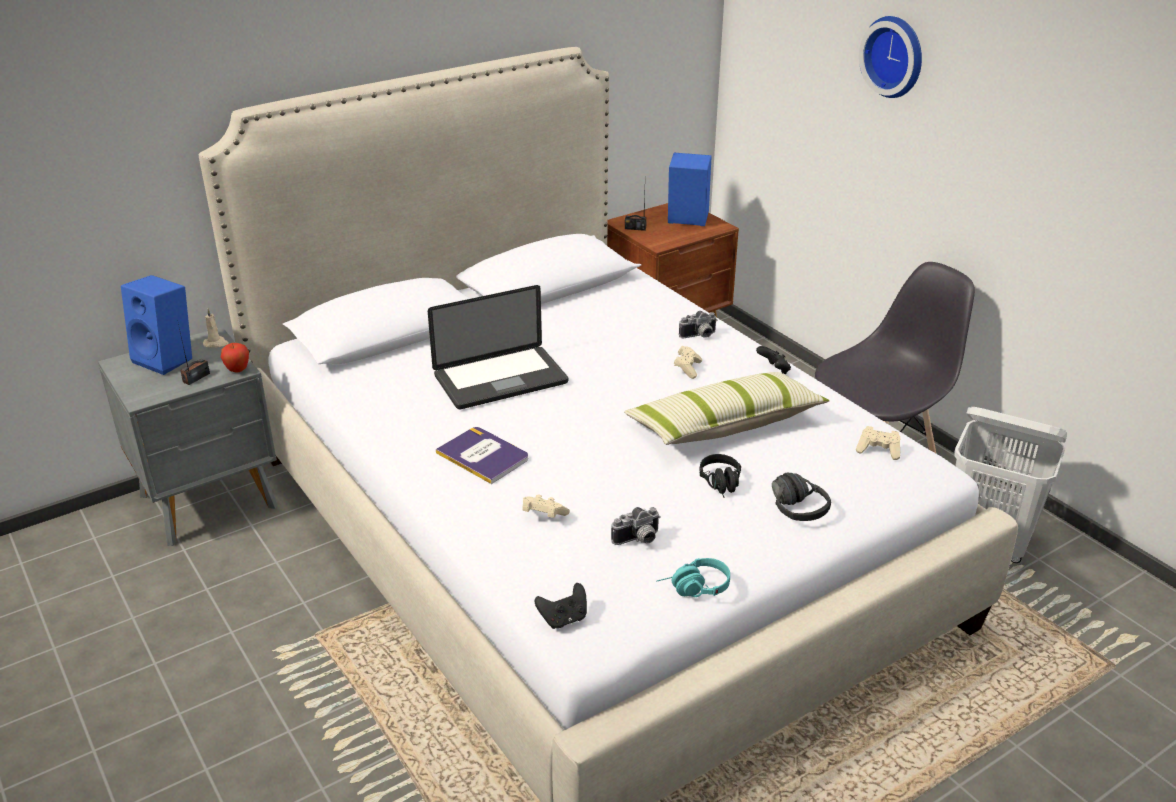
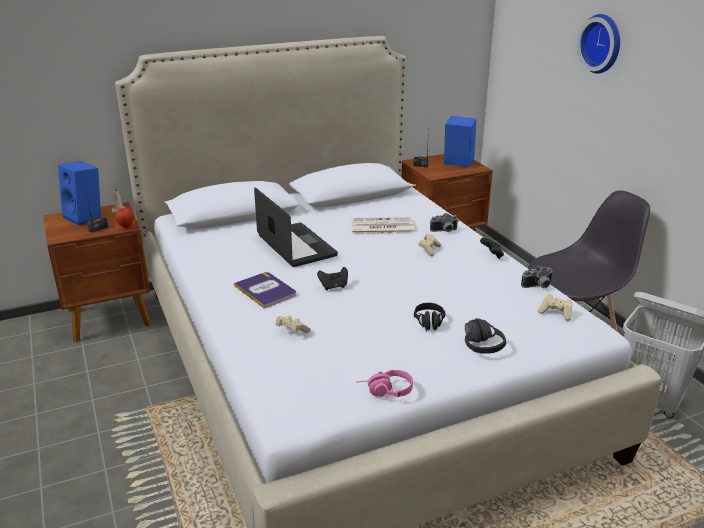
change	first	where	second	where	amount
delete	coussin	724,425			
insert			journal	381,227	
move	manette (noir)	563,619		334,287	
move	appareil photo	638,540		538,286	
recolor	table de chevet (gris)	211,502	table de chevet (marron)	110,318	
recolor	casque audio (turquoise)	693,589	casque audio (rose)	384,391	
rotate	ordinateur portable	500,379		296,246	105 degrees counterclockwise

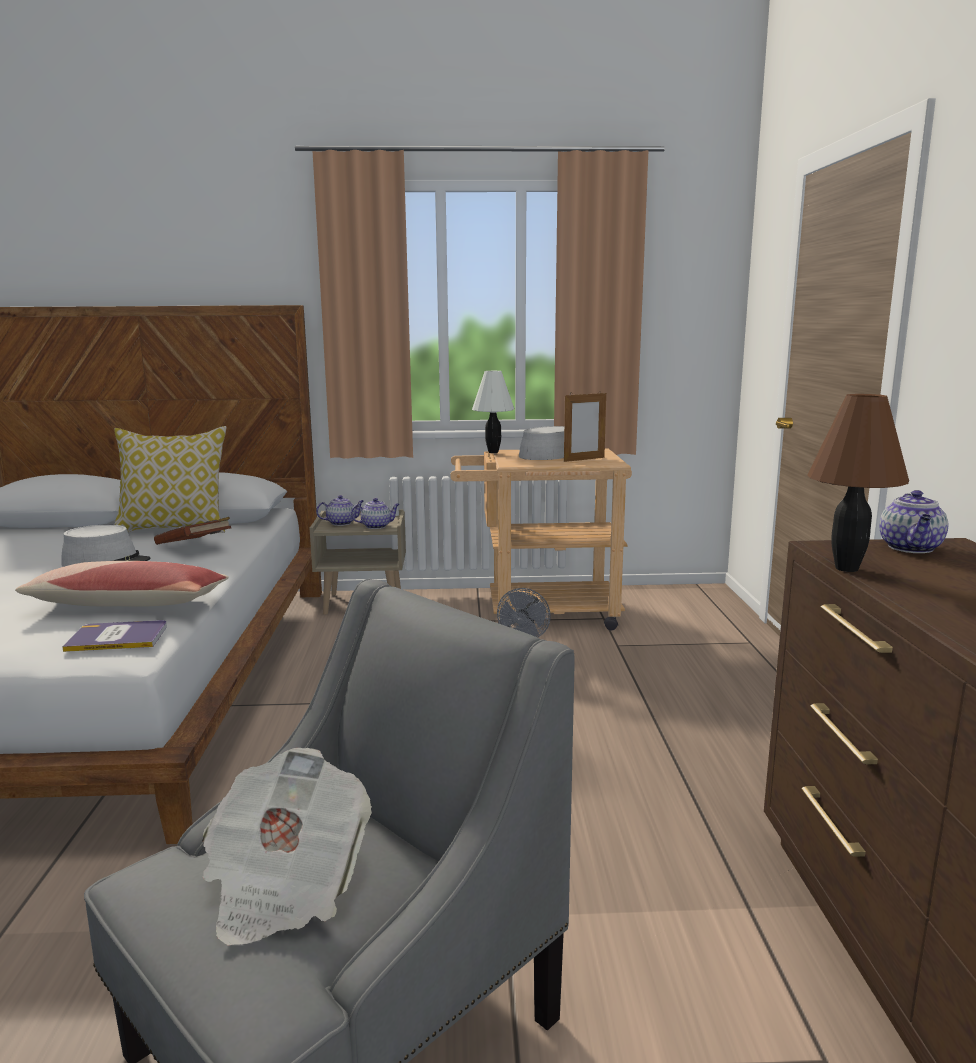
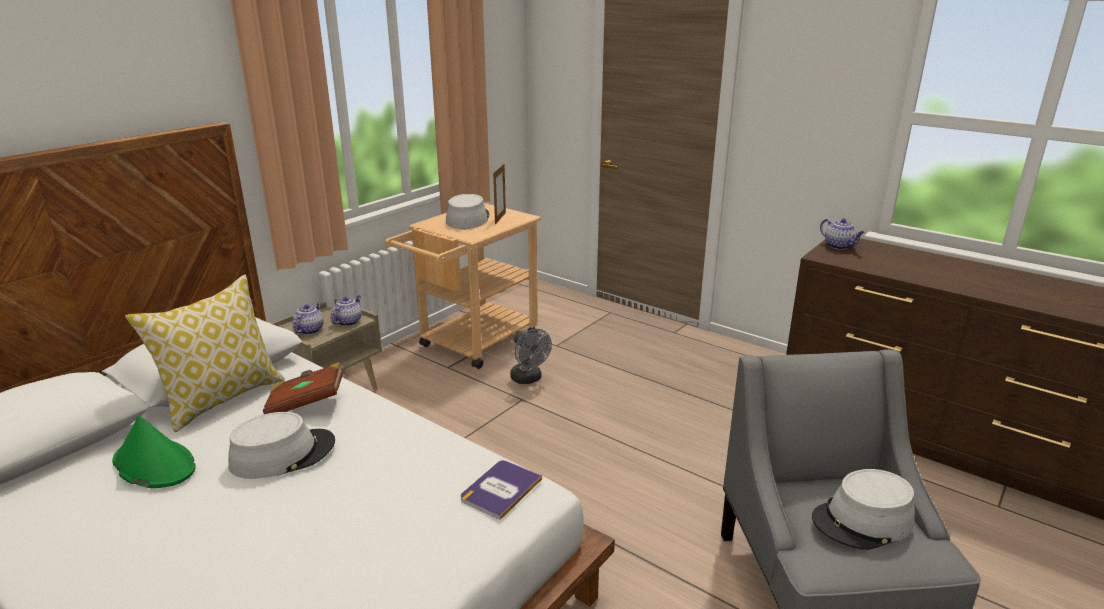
change	first	where	second	where	amount
delete	coussin	128,604			
delete	lampe de table (blanc)	493,452			
delete	lampe de table (marron)	846,568			
insert			chapeau (vert)	154,464	
replace	journal	285,882	chapeau (gris)	863,521	

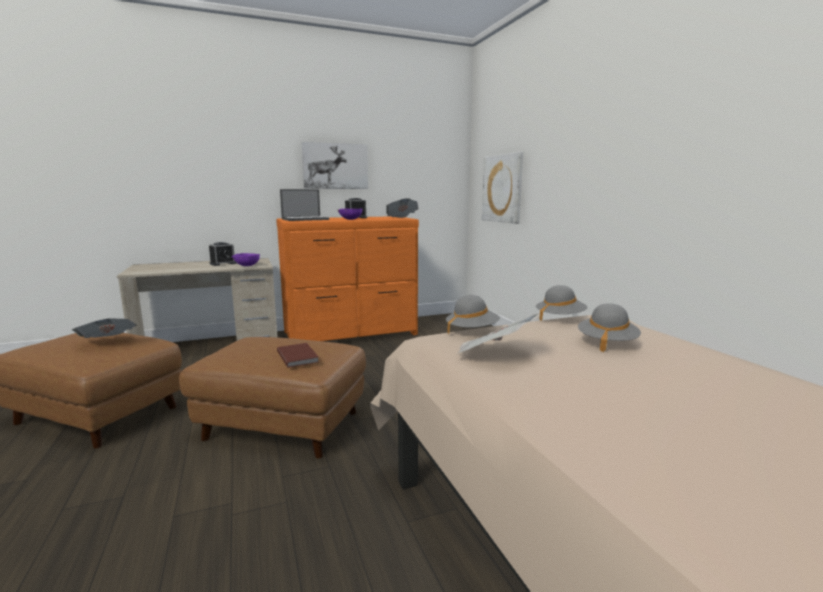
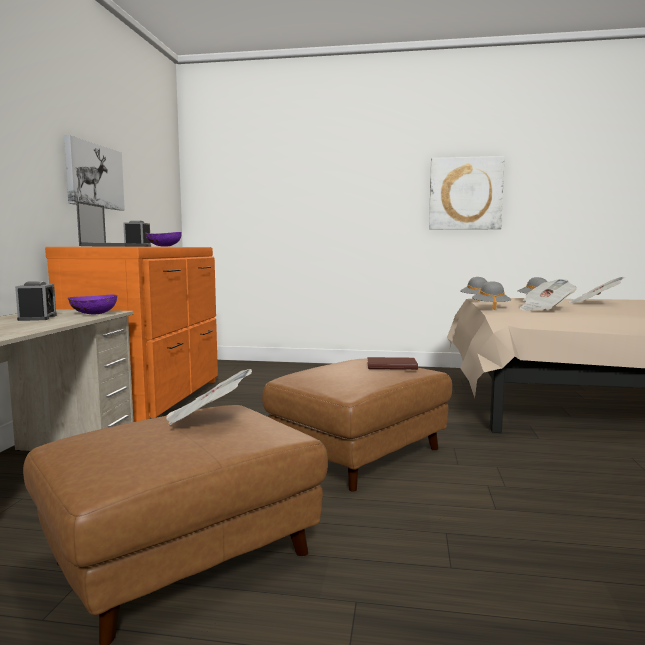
change	first	where	second	where	amount
move	journal	402,218		594,303	
move	tableau	502,188		465,193	

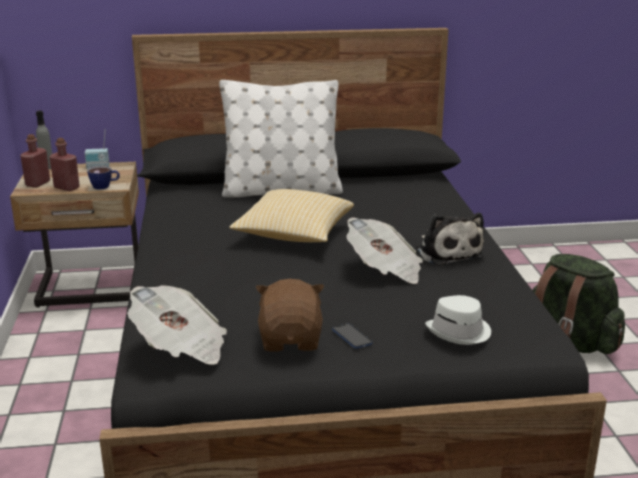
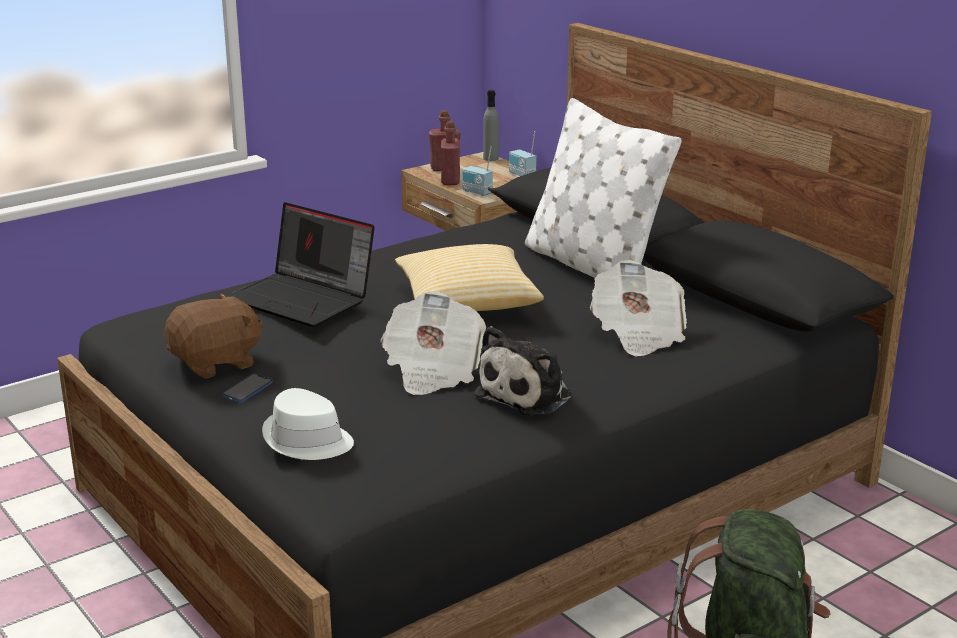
change	first	where	second	where	amount
insert			ordinateur portable	304,299	
move	journal	181,347		637,334	
replace	tasse	105,186	radio	476,192	

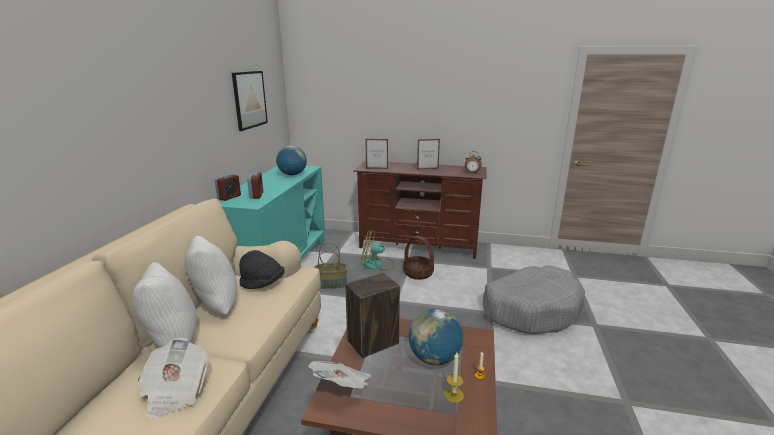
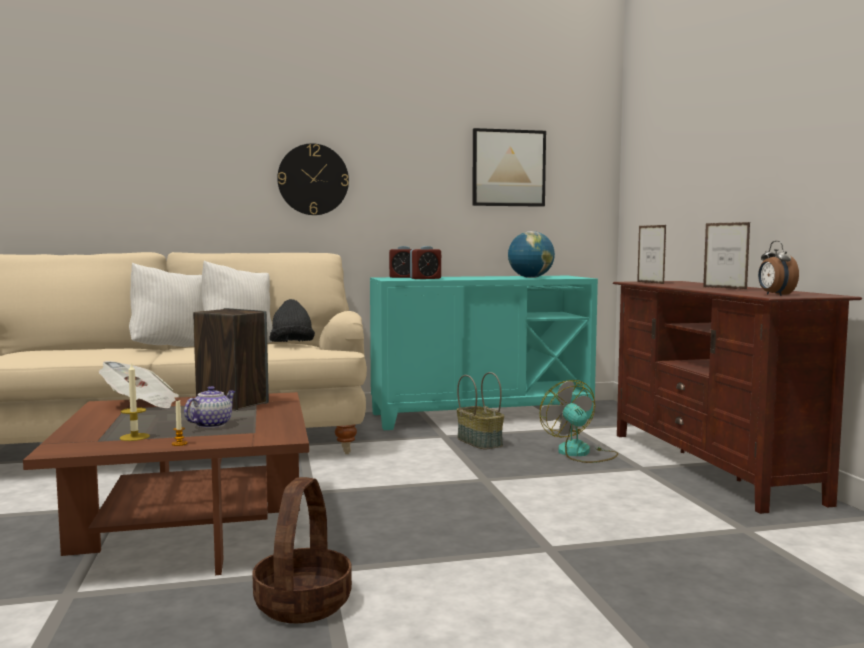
change	first	where	second	where	amount
delete	journal	175,391			
delete	panier pour chien (gris)	531,309			
insert			horloge murale	313,179	
move	panier	418,273		303,604	
replace	globe	434,358	théière	211,425	

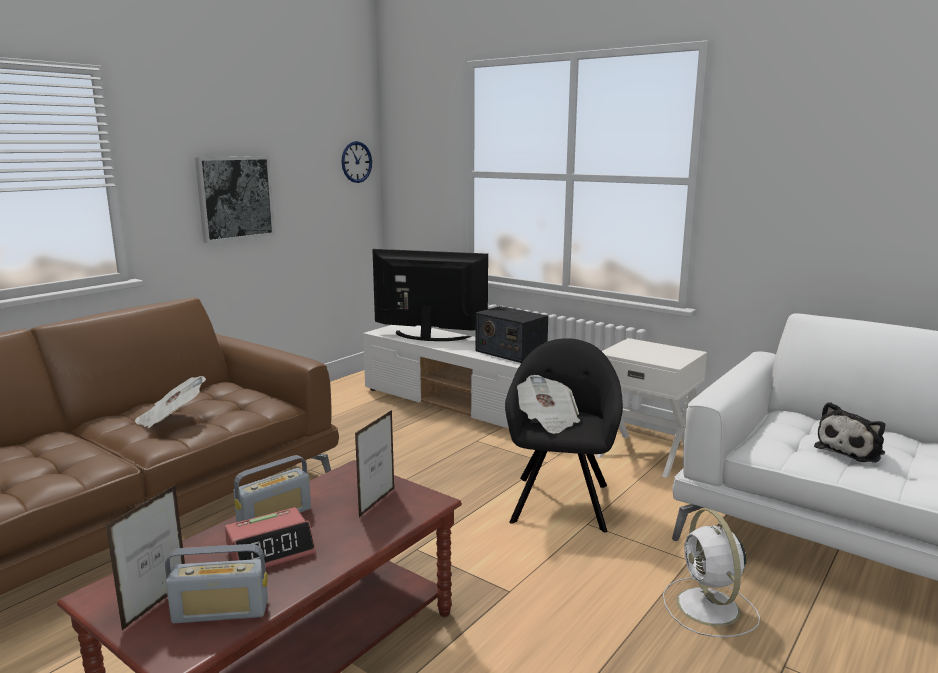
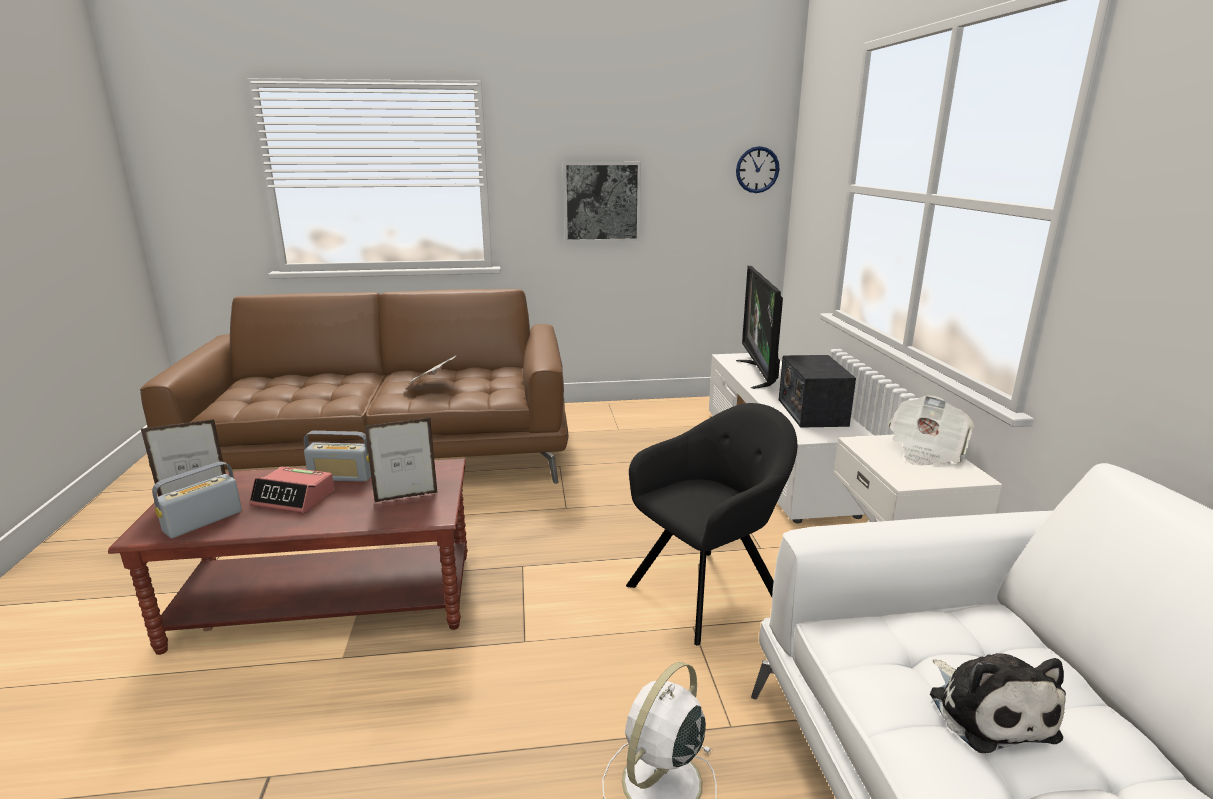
change	first	where	second	where	amount
move	journal	547,420		925,451	
rotate	radio	221,612		203,521	90 degrees clockwise
rotate	téléviseur	428,338		760,374	150 degrees counterclockwise
rotate	peluche	852,450		988,711	105 degrees counterclockwise

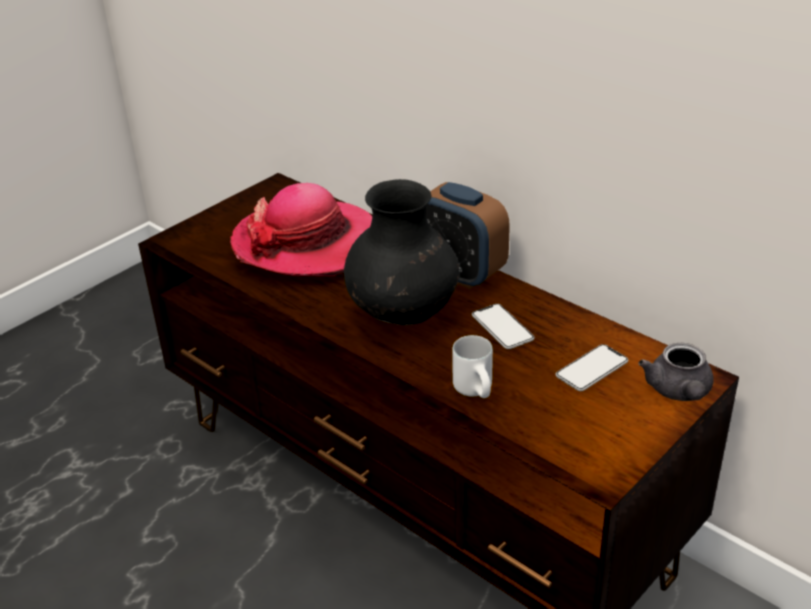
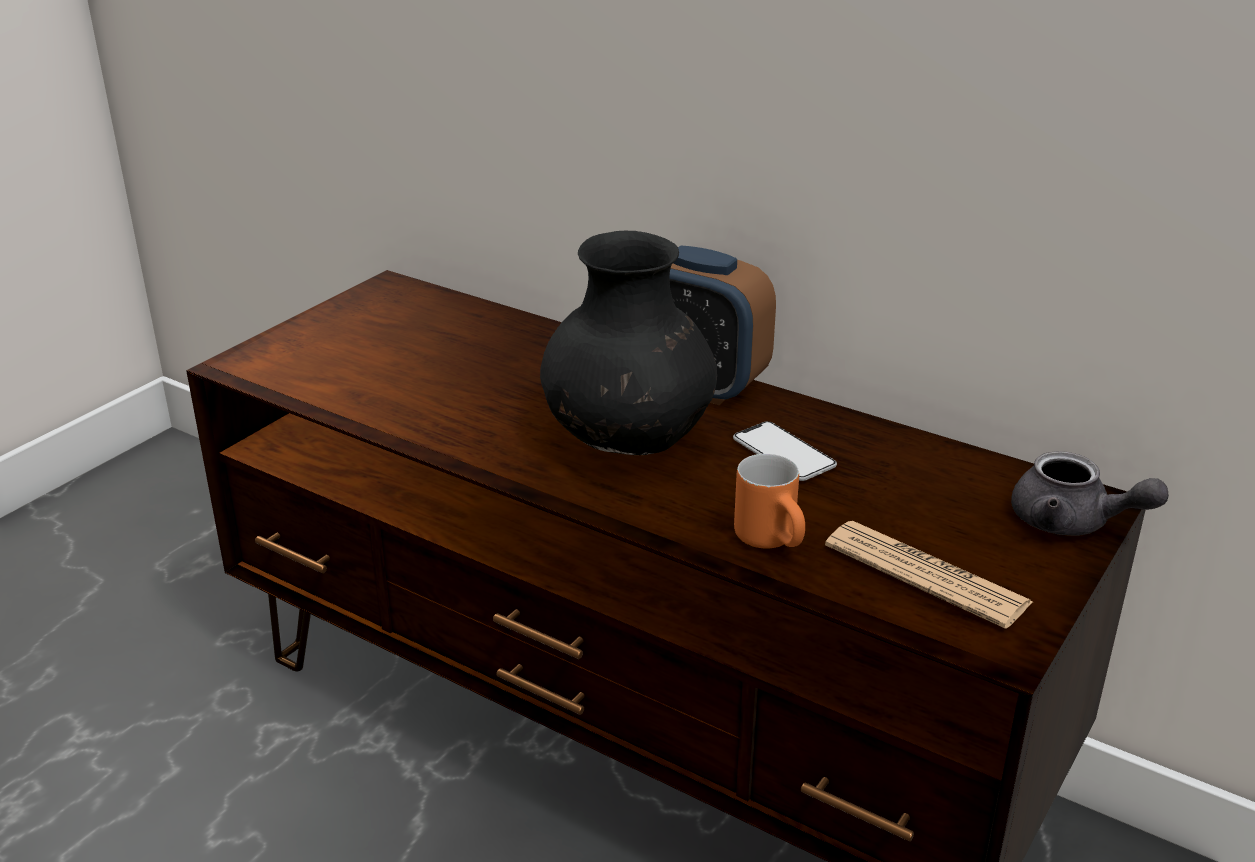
change	first	where	second	where	amount
delete	chapeau	308,244			
delete	téléphone	591,369			
insert			journal	926,575	
recolor	mug (blanc)	478,391	mug (orange)	775,541	
rotate	théière (gris)	679,392		1072,523	45 degrees counterclockwise

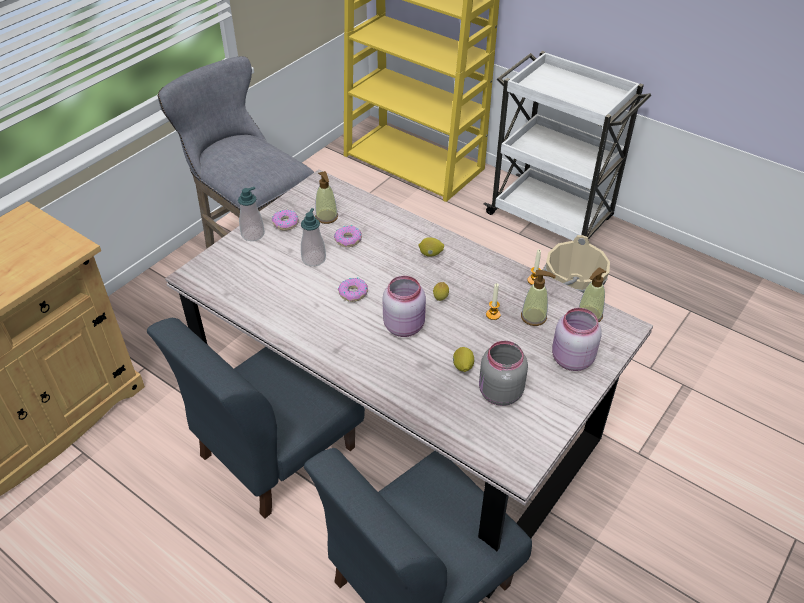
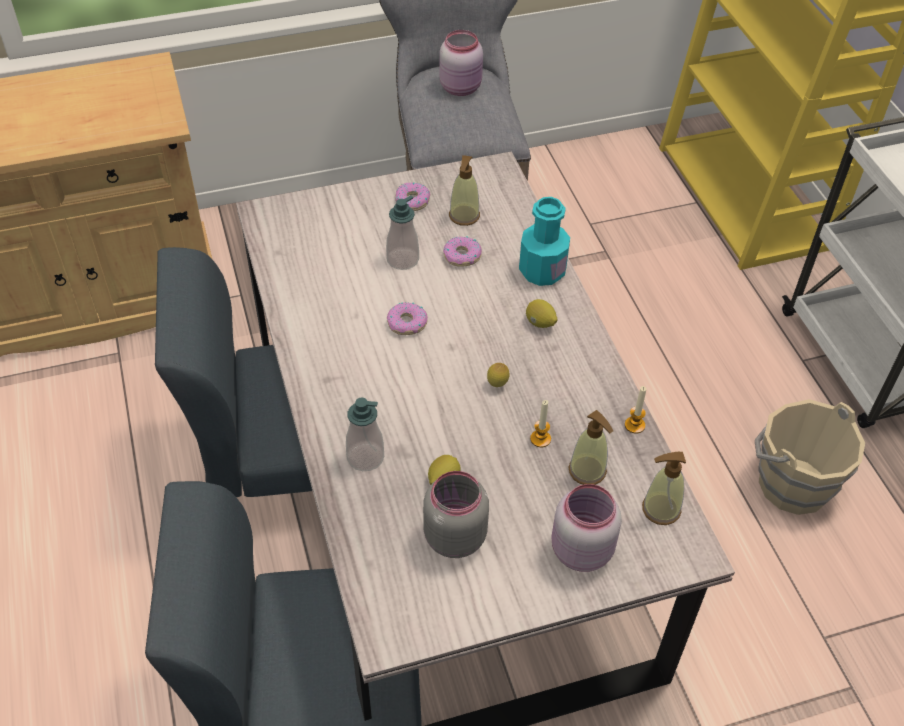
change	first	where	second	where	amount
insert			bouteille (turquoise)	542,271	
move	distributeur de savon	253,234		365,457	
move	bocal (rose)	405,326		461,87	

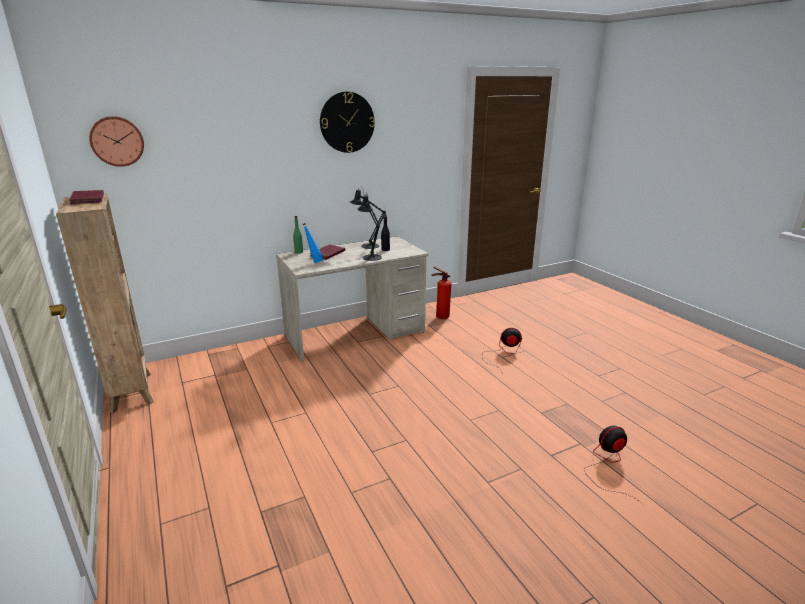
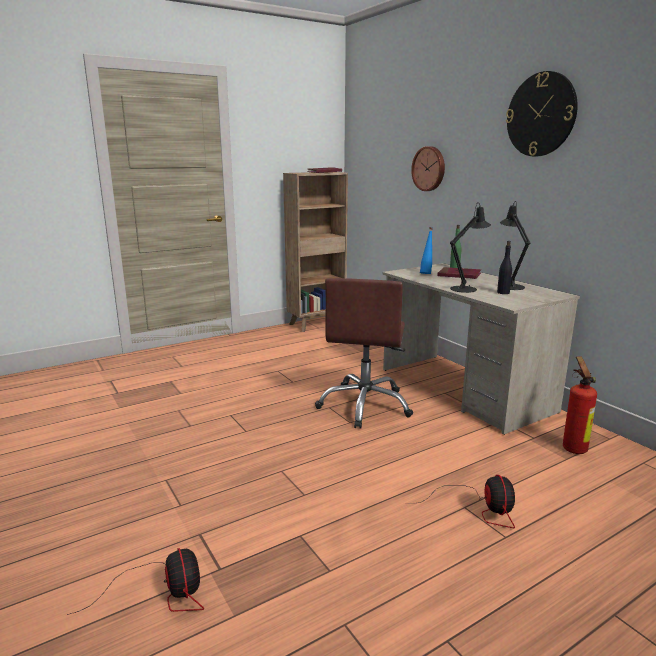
change	first	where	second	where	amount
insert			chaise de bureau (marron)	365,405	
move	horloge murale	117,141		429,169	

